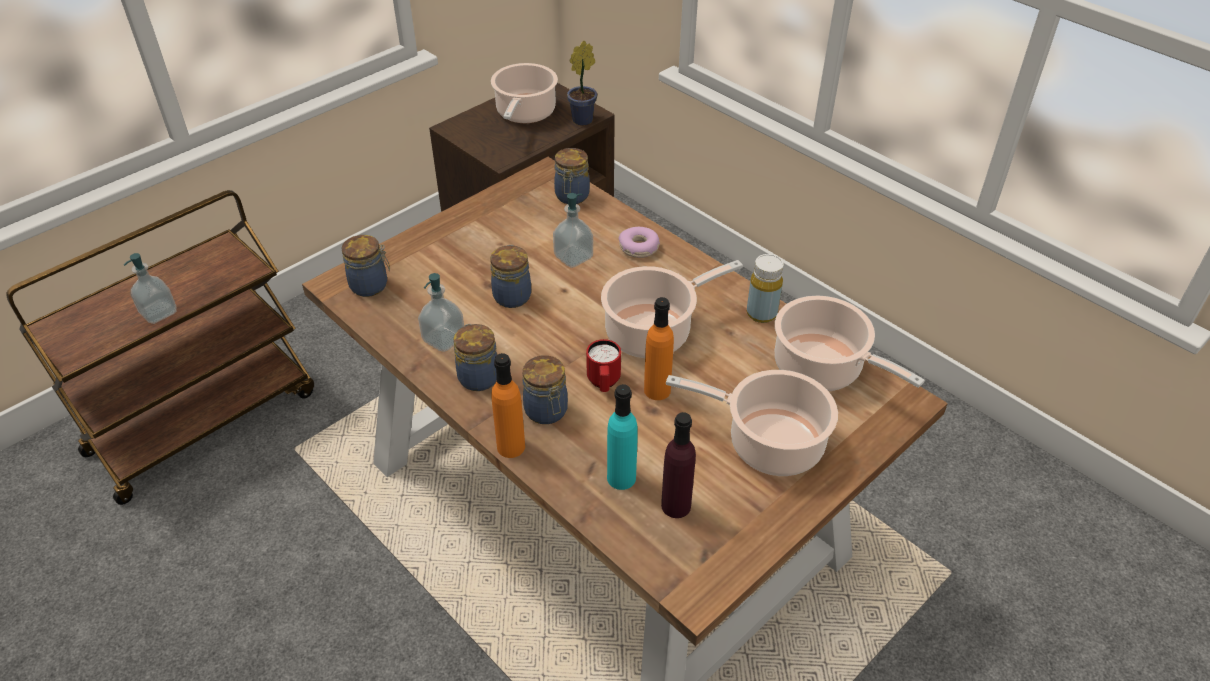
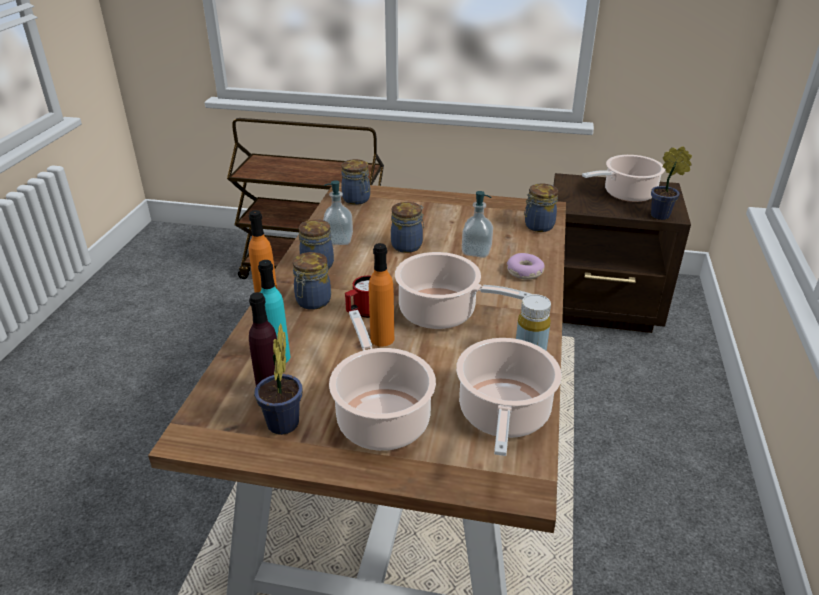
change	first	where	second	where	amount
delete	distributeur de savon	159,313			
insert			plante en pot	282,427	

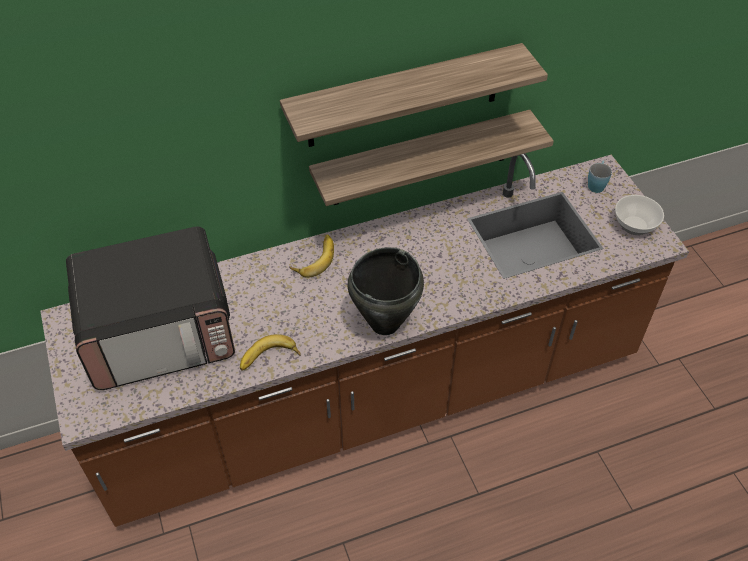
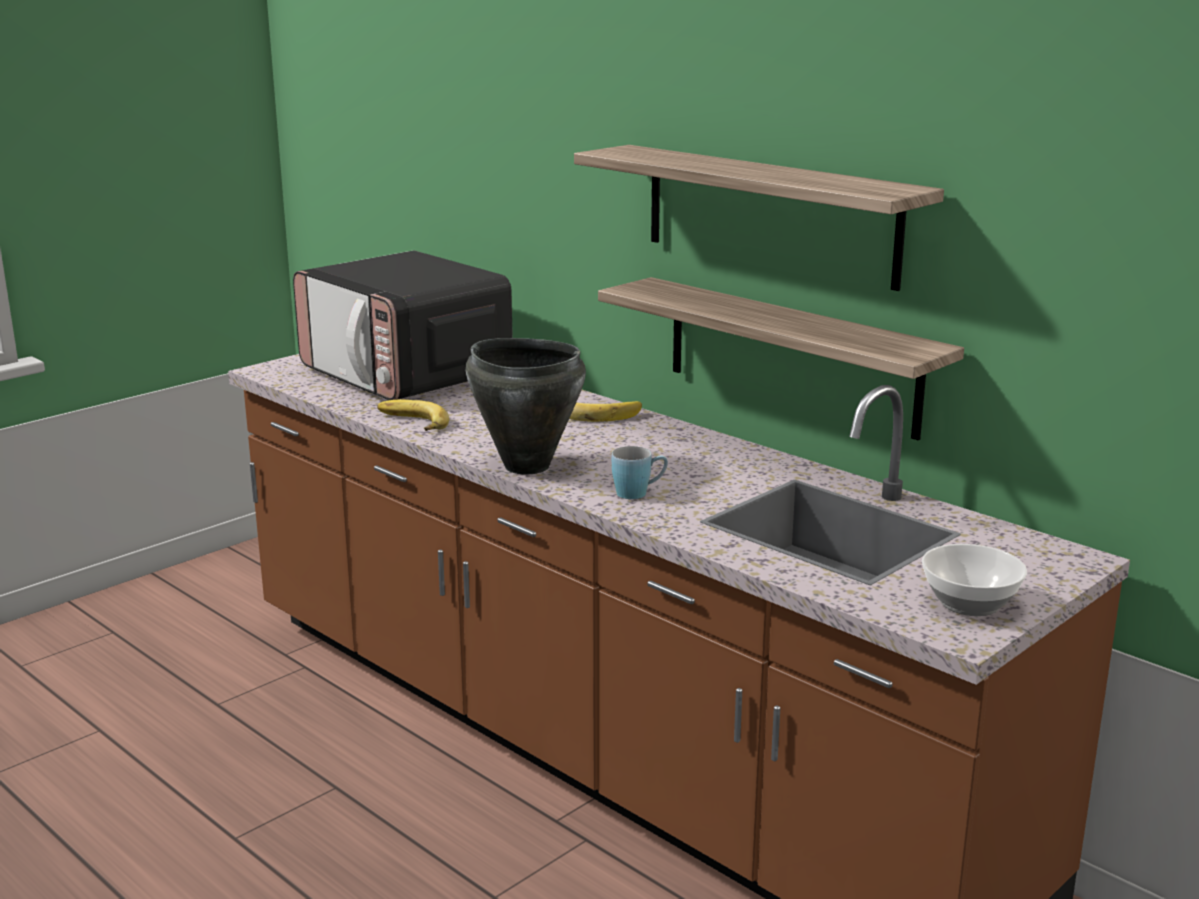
change	first	where	second	where	amount
move	mug (bleu)	596,184		639,493	

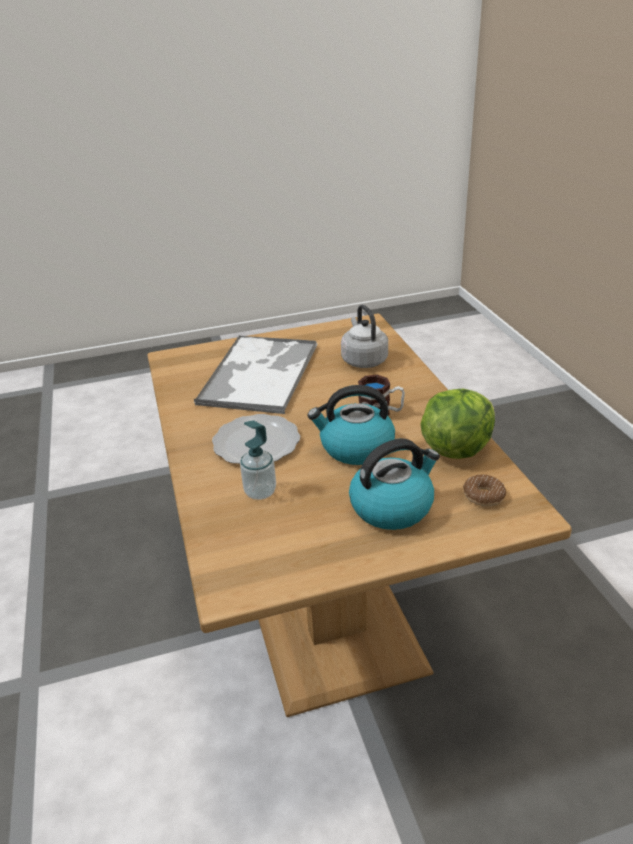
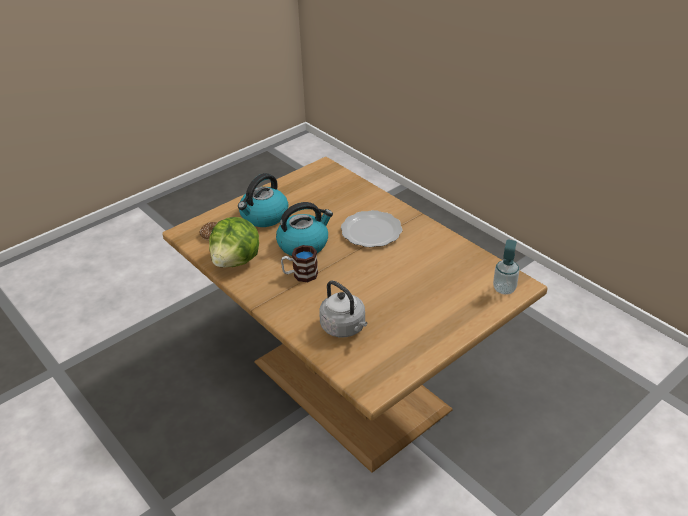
change	first	where	second	where	amount
delete	plateau	260,373			
move	distributeur de savon	260,492		504,289	

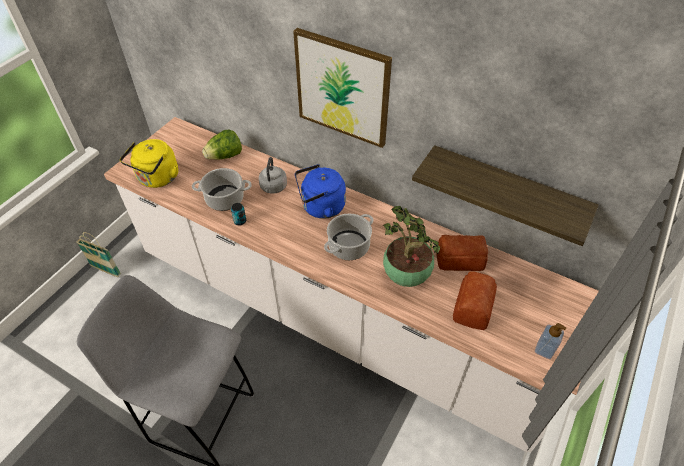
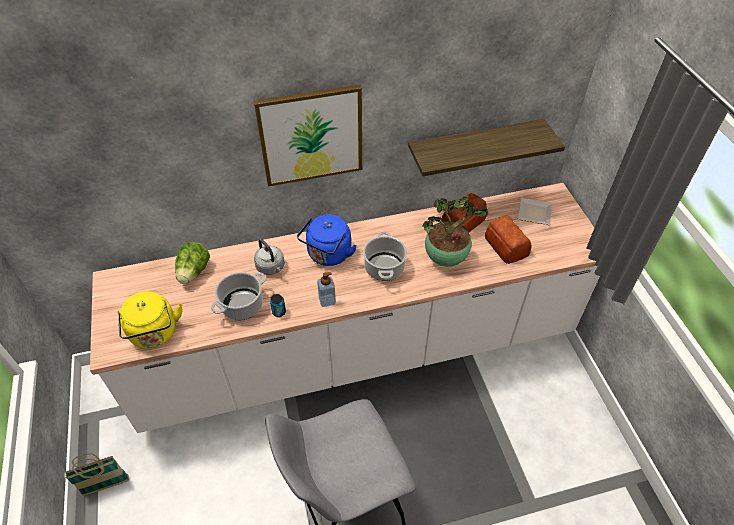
change	first	where	second	where	amount
insert			assiette	533,212	
move	distributeur de savon	544,350		327,300	

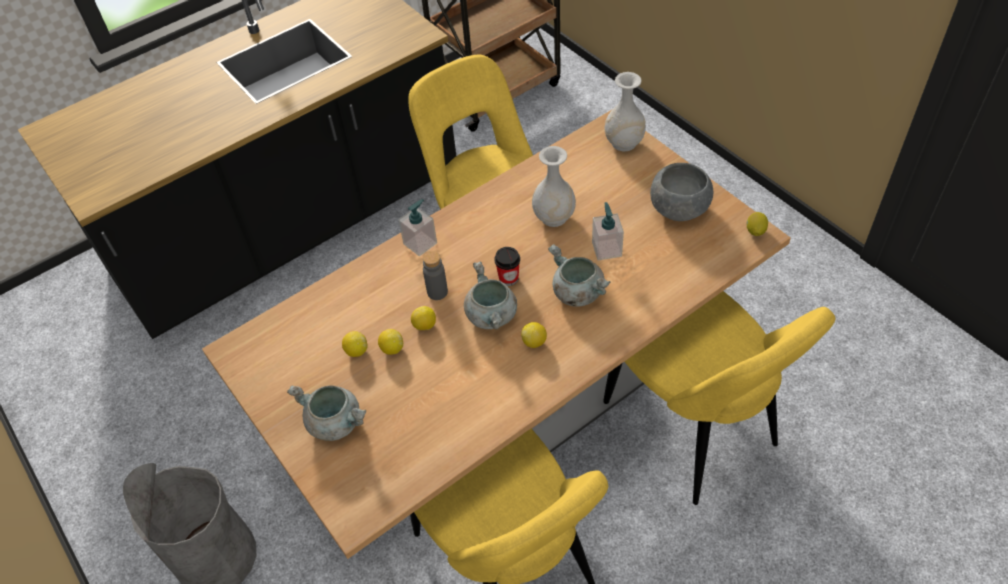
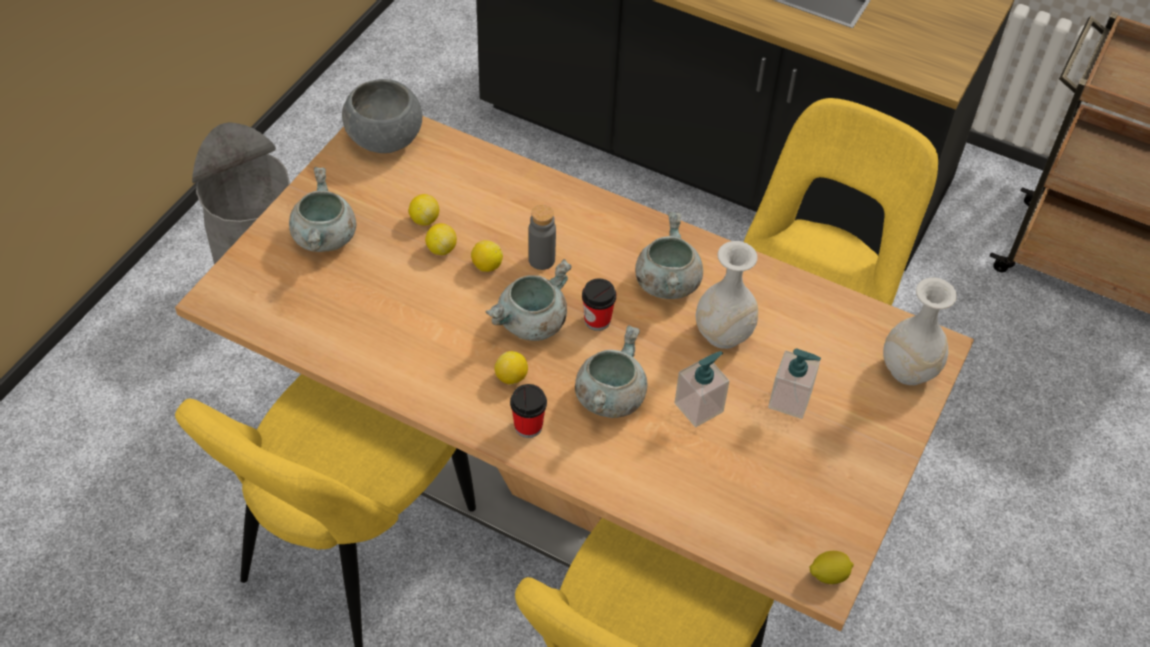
change	first	where	second	where	amount
insert			tasse	528,426	
insert			marmite (gris)	666,282	
move	distributeur de savon	420,243		790,400	
move	bol (gris)	679,209		384,139	

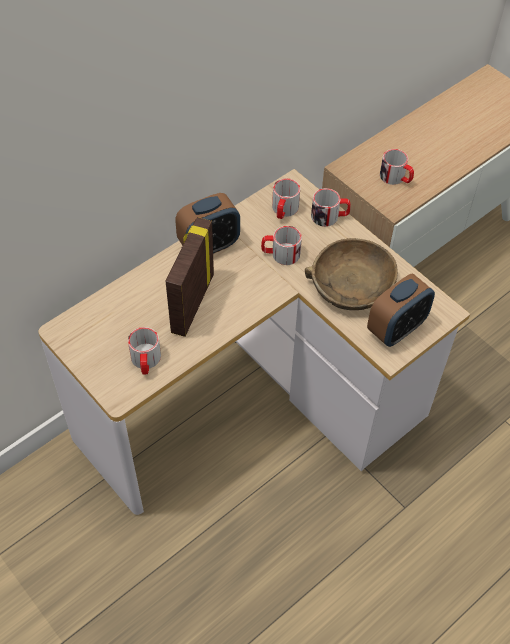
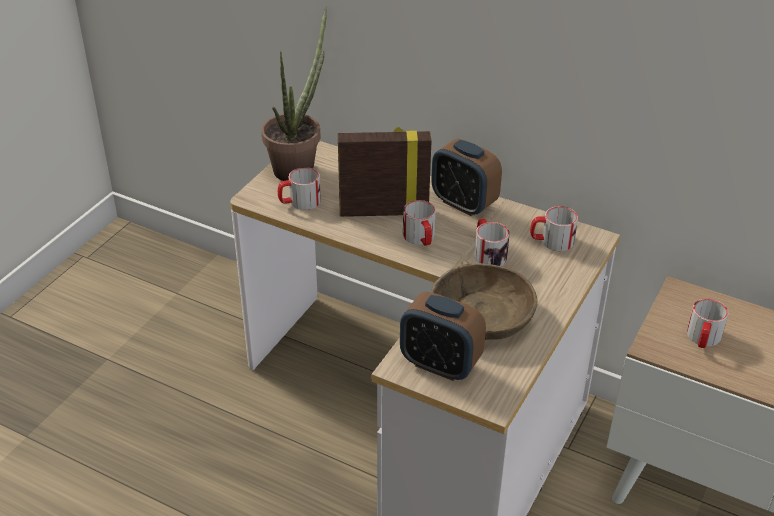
change	first	where	second	where	amount
insert			plante en pot	298,166	
move	mug	330,216		420,238	

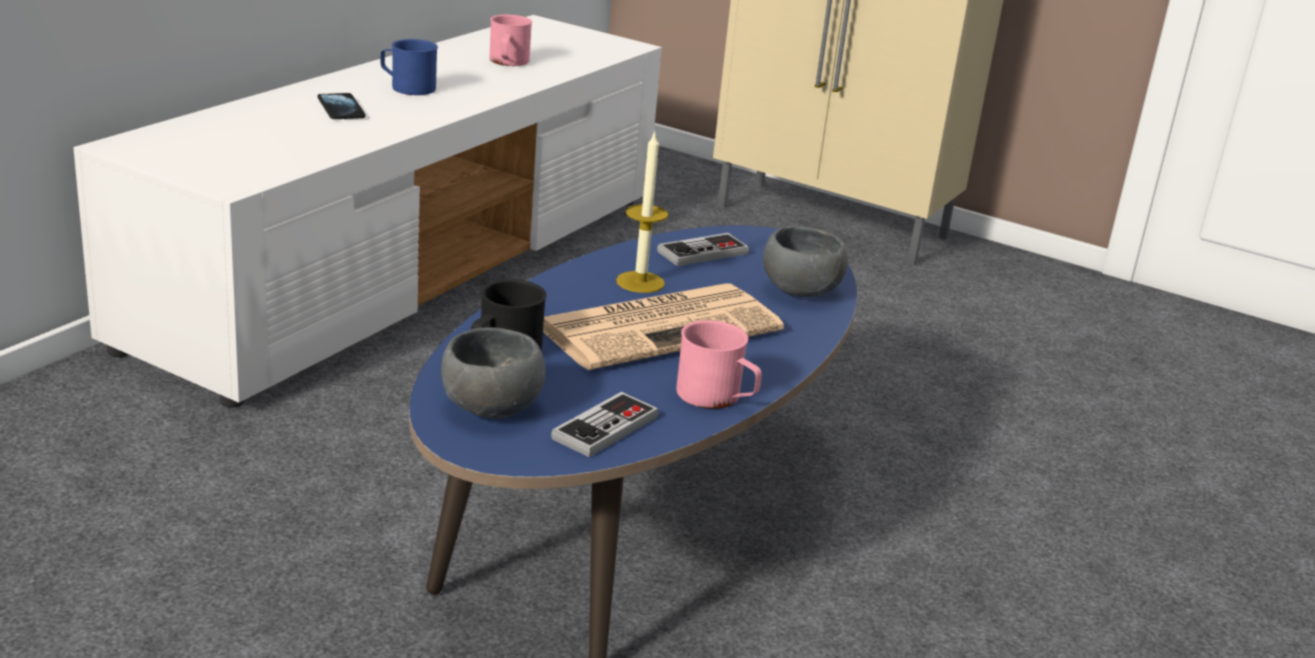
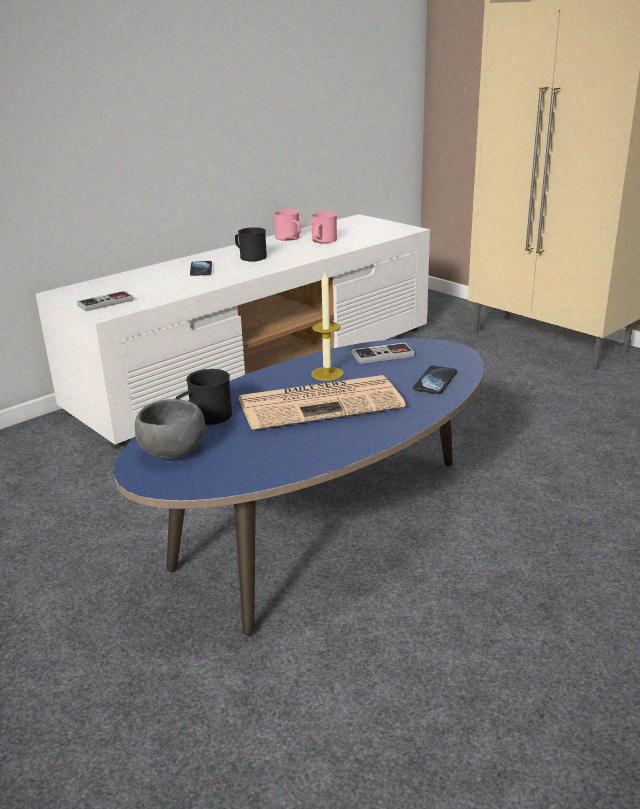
change	first	where	second	where	amount
move	manette	605,428		105,303	
move	mug (rose)	717,397		290,238	
replace	bol (gris)	799,291	téléphone	435,381	
recolor	mug (bleu)	407,87	mug (noir)	250,257	

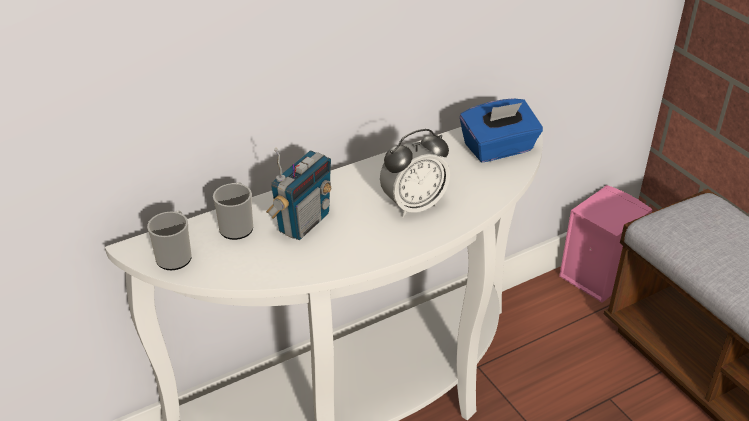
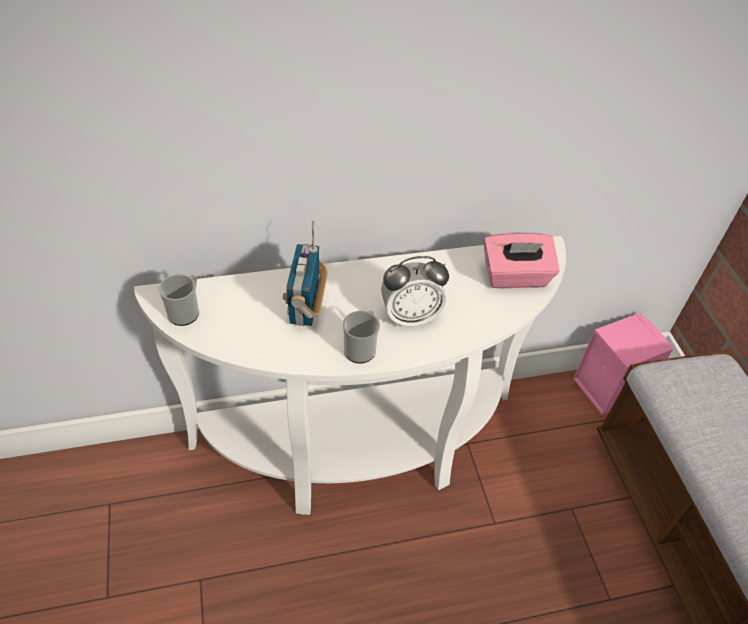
change	first	where	second	where	amount
move	mug	237,226		361,348	
recolor	boîte à mouchoirs (bleu)	498,149	boîte à mouchoirs (rose)	515,277	
rotate	radio	303,223		306,308	135 degrees clockwise

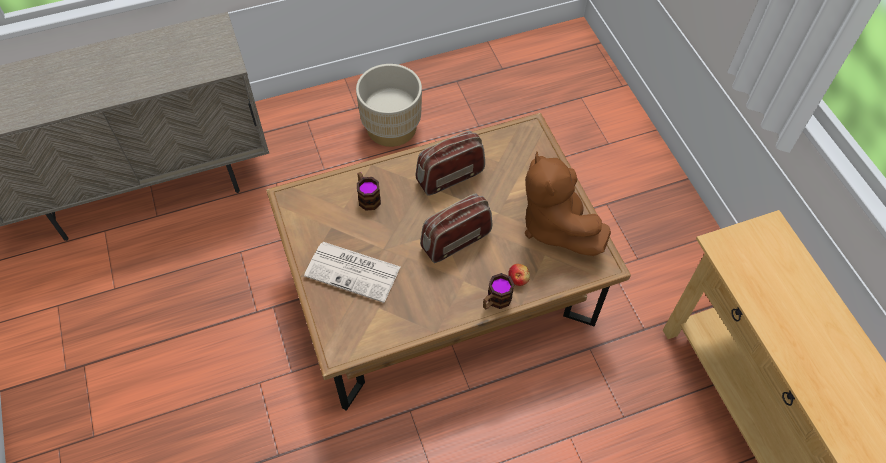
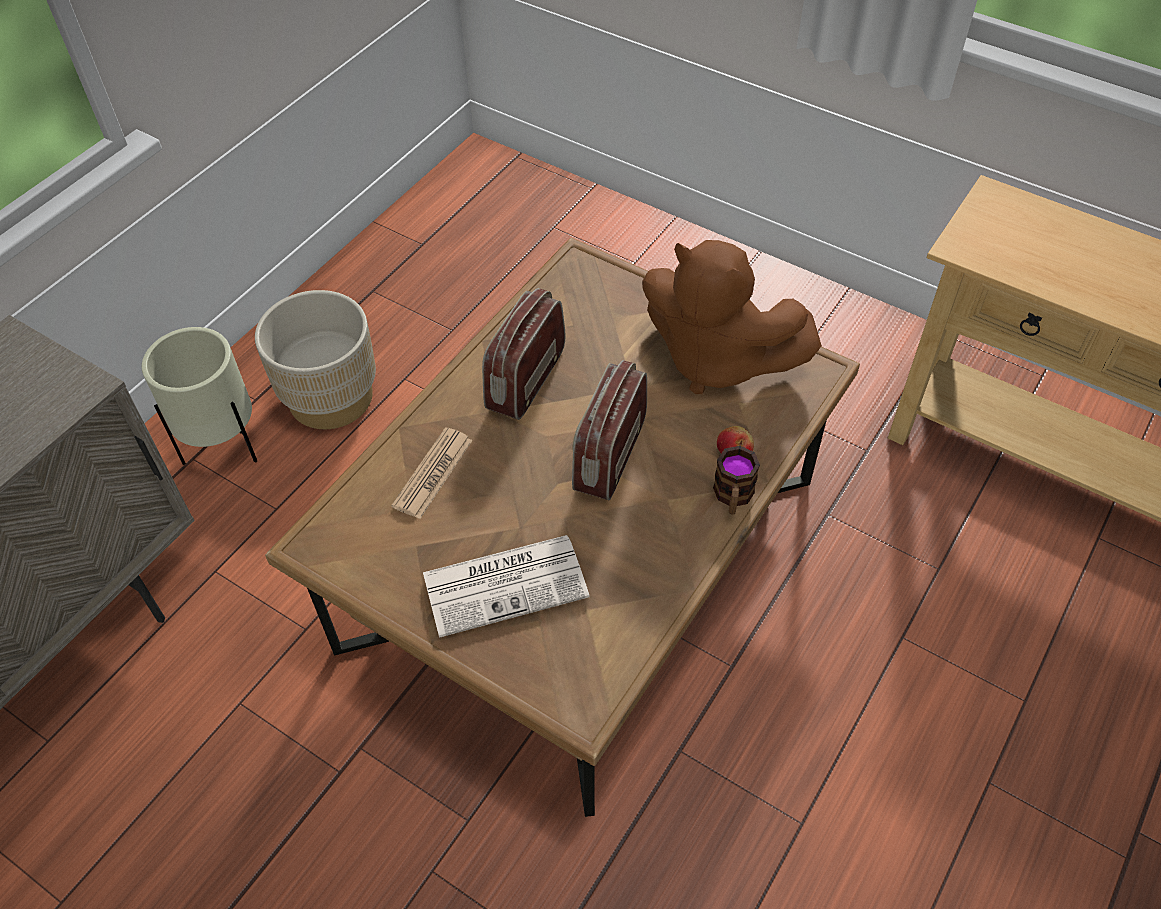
change	first	where	second	where	amount
insert			cache-pot (beige)	224,446	
replace	mug	367,197	journal	433,473	

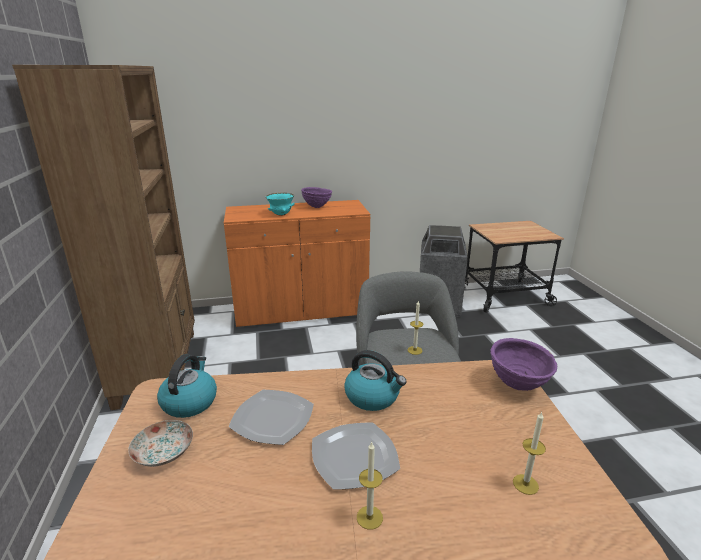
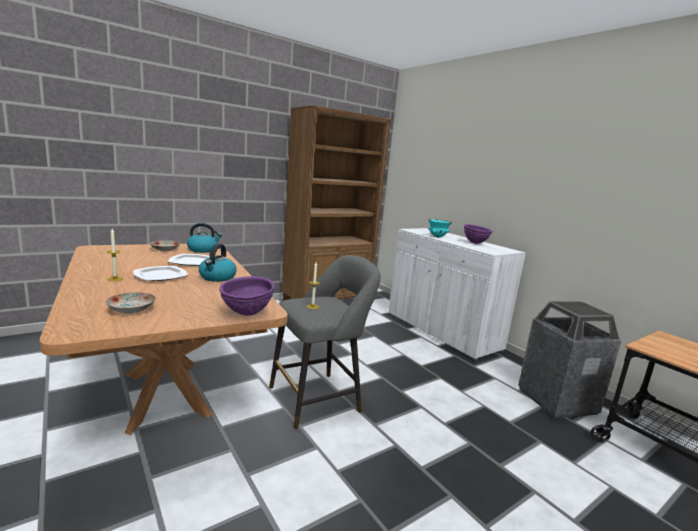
change	first	where	second	where	amount
replace	bougie	525,484	assiette	132,310	
recolor	meuble de rangement (orange)	301,310	meuble de rangement (blanc)	441,331	

